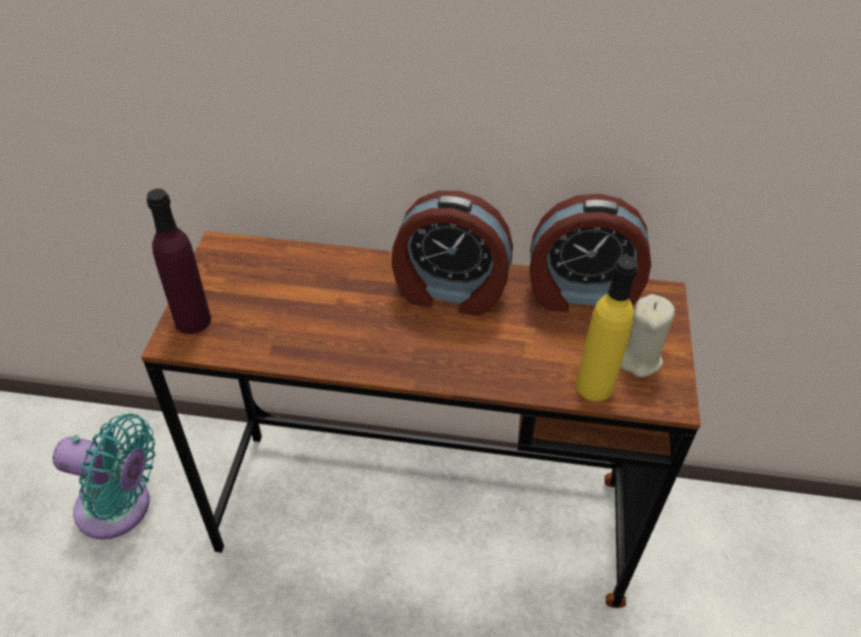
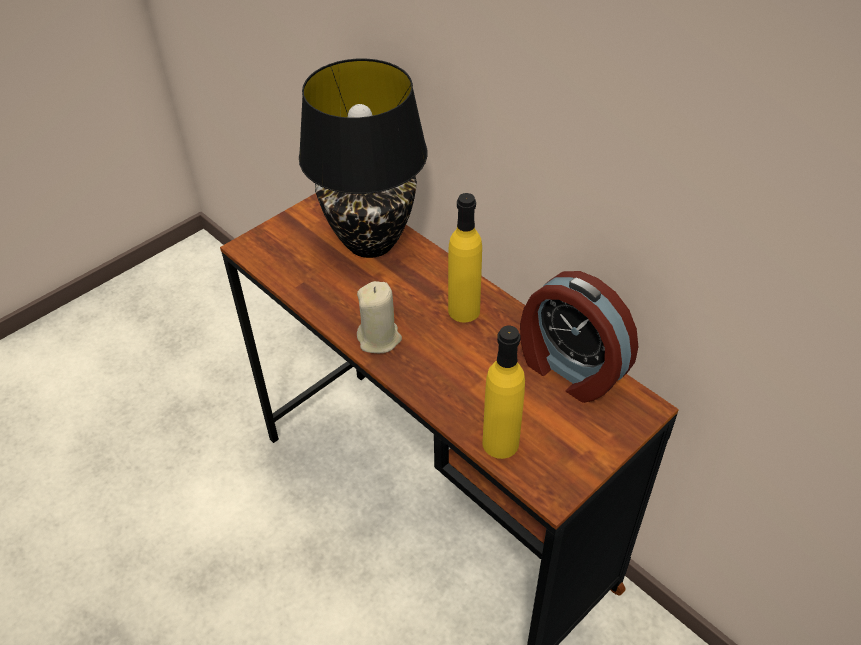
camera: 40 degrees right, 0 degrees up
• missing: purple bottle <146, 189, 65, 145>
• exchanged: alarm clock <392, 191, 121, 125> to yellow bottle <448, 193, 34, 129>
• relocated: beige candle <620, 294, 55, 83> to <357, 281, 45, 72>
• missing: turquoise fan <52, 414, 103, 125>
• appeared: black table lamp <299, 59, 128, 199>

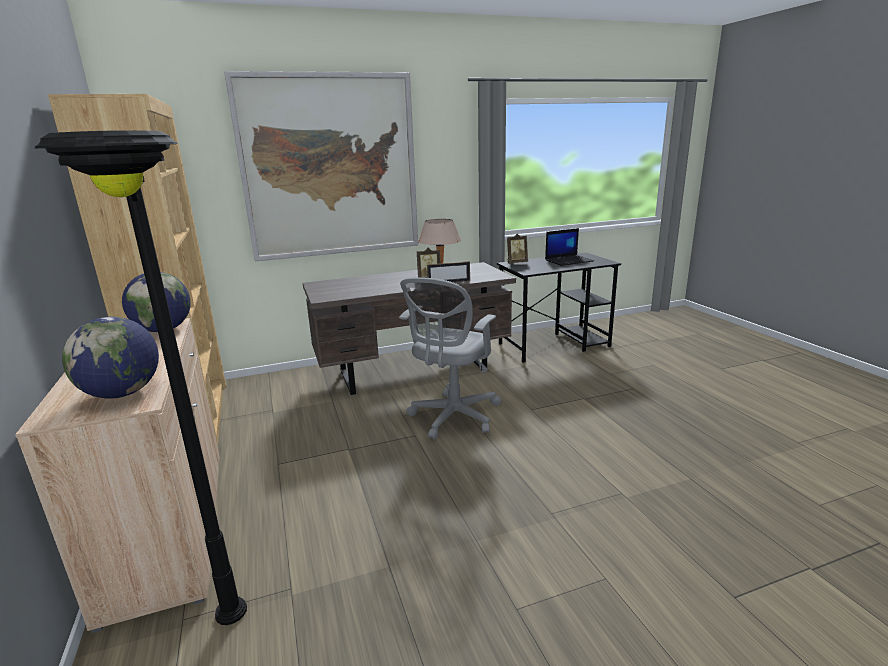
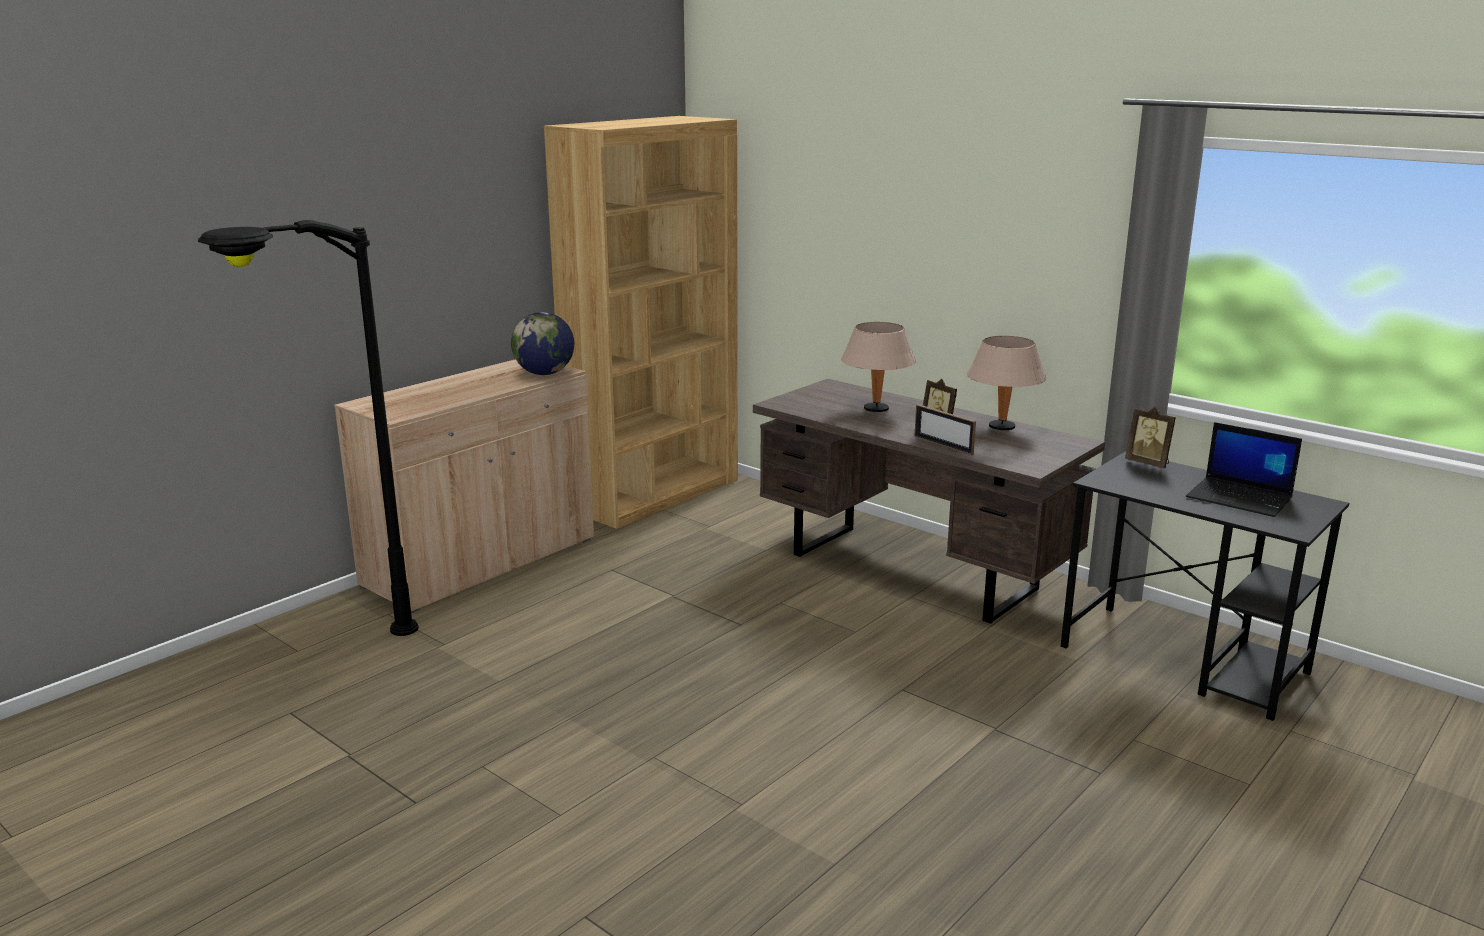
camera: 60 degrees right, 0 degrees up
• missing: picture <224, 71, 194, 191>
• missing: grey office chair <399, 277, 103, 163>
• missing: globe <62, 317, 97, 82>
• appeared: beige table lamp <841, 322, 75, 90>

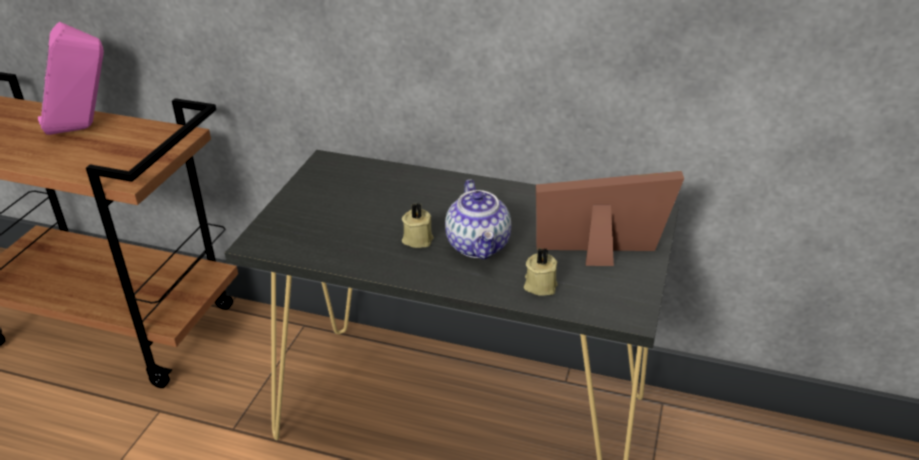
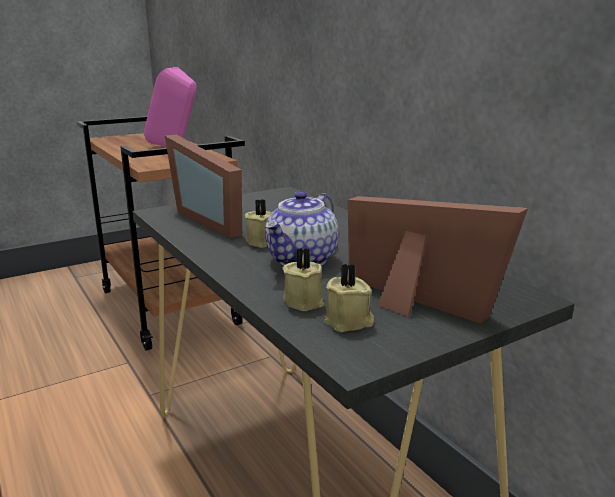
camera: 40 degrees right, 15 degrees down
• appeared: picture frame <165, 134, 77, 104>
• appeared: beige candle <324, 264, 50, 68>

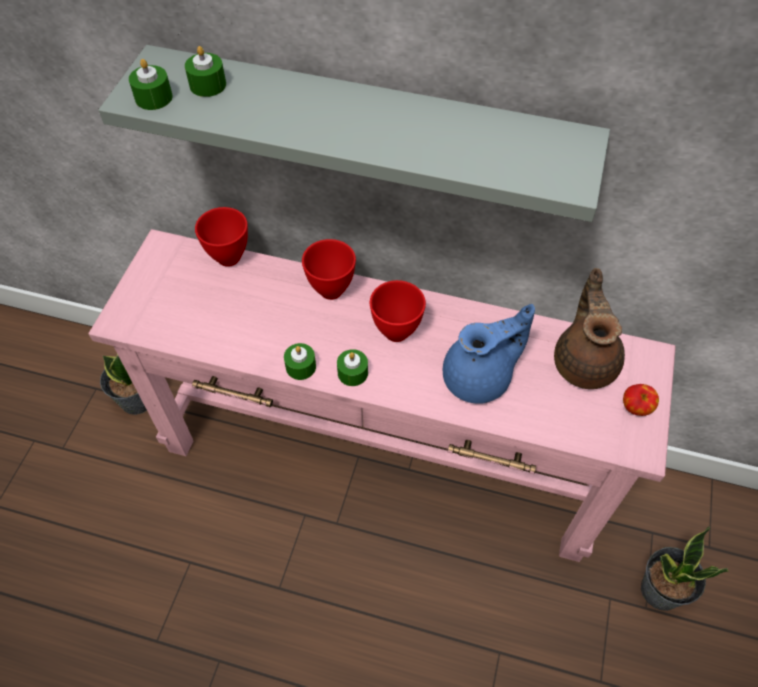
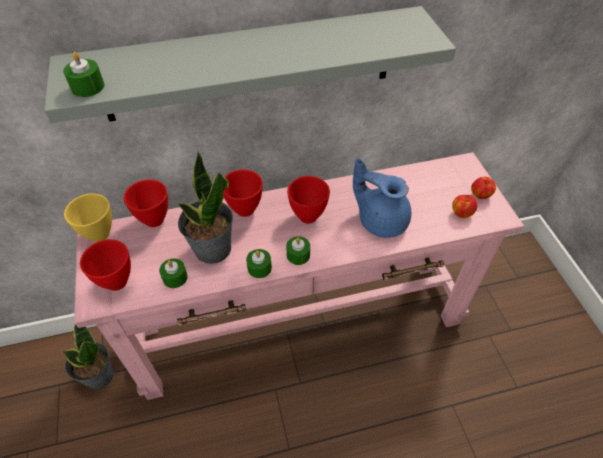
camera: 30 degrees left, 5 degrees down
• relocated: green candle <185, 46, 41, 51> to <159, 259, 29, 29>
• missing: brown teapot <554, 268, 71, 121>
• spun: blue teapot <443, 304, 92, 99> = <353, 158, 58, 80> 90 degrees counterclockwise
• relocated: potted plant <641, 526, 88, 85> to <177, 152, 56, 112>
• appeared: yellow bowl <64, 193, 48, 49>
• appeared: apple <452, 195, 25, 23>
• appeared: red bowl <80, 239, 51, 52>

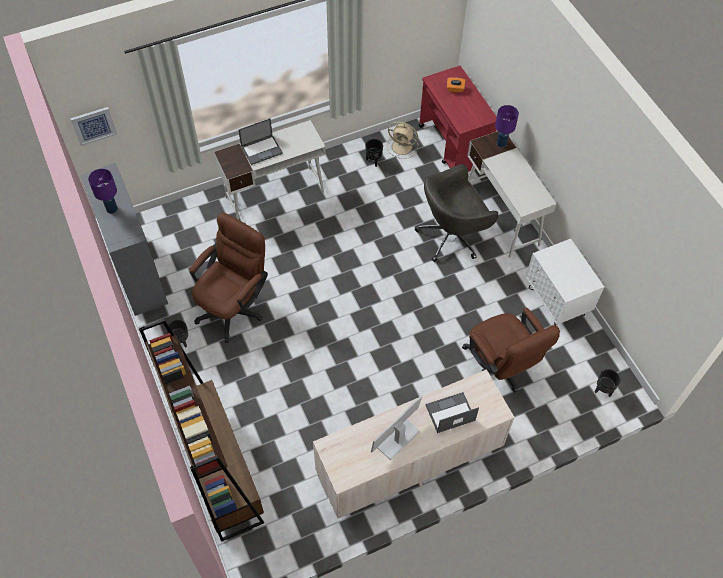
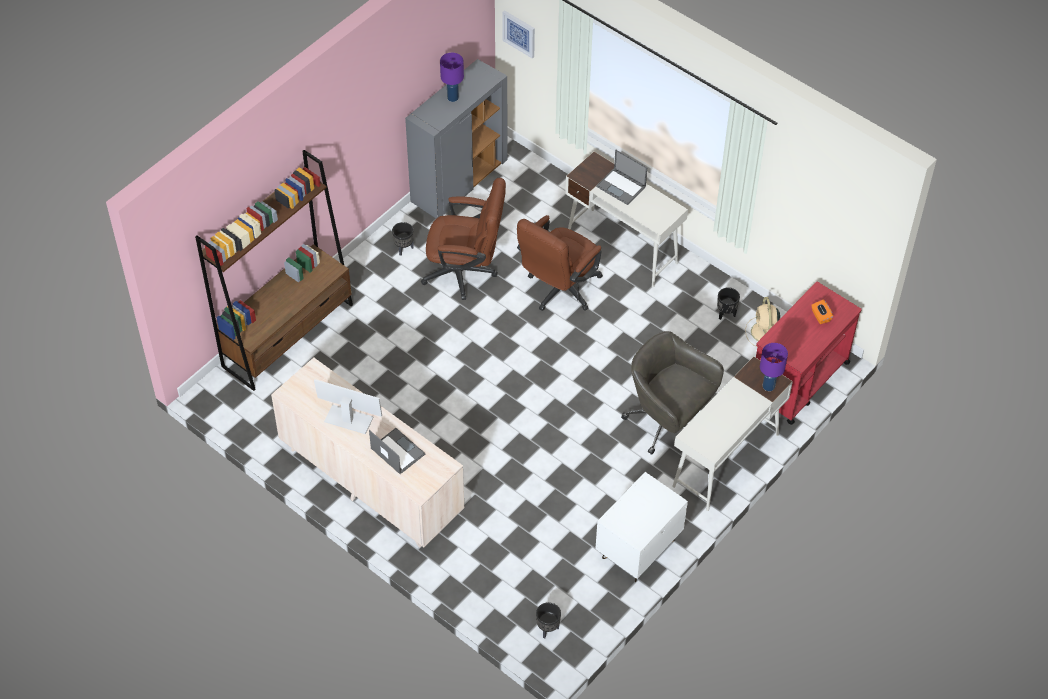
camera: 65 degrees right, 5 degrees down
• relocated: brown office chair <462, 308, 98, 84> to <517, 215, 86, 96>

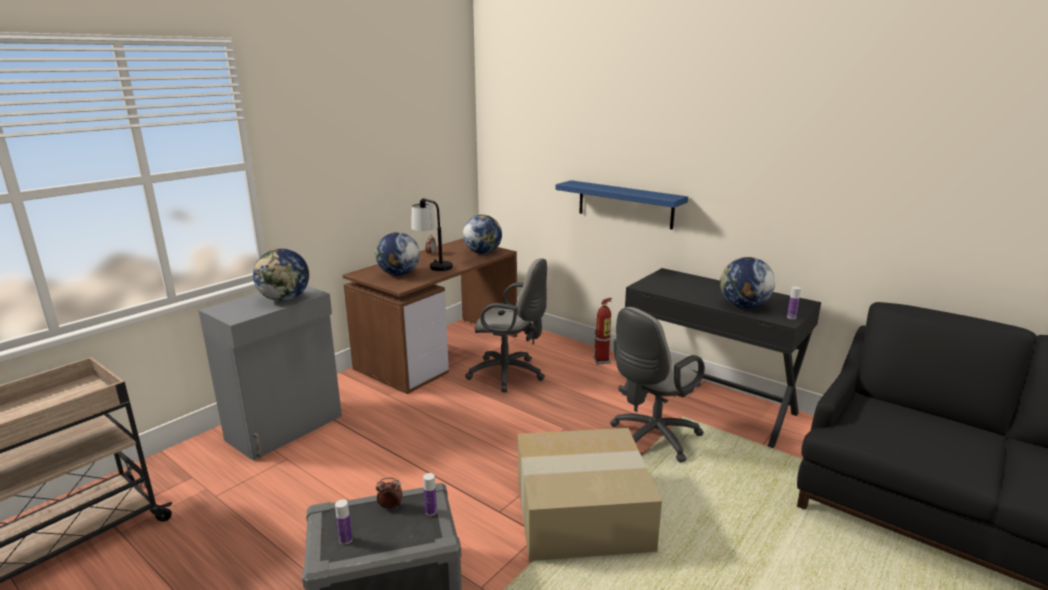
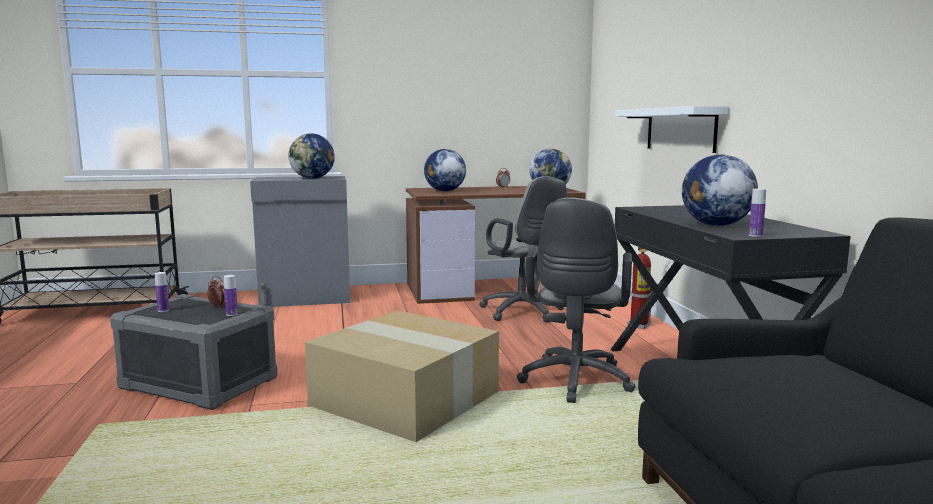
camera: 40 degrees right, 10 degrees down
• colour: blue shelf <556, 180, 132, 50> to white shelf <615, 106, 114, 47>
• missing: table lamp <411, 198, 42, 73>
• spun: grey office chair <610, 307, 95, 156> = <517, 197, 119, 206> 75 degrees counterclockwise

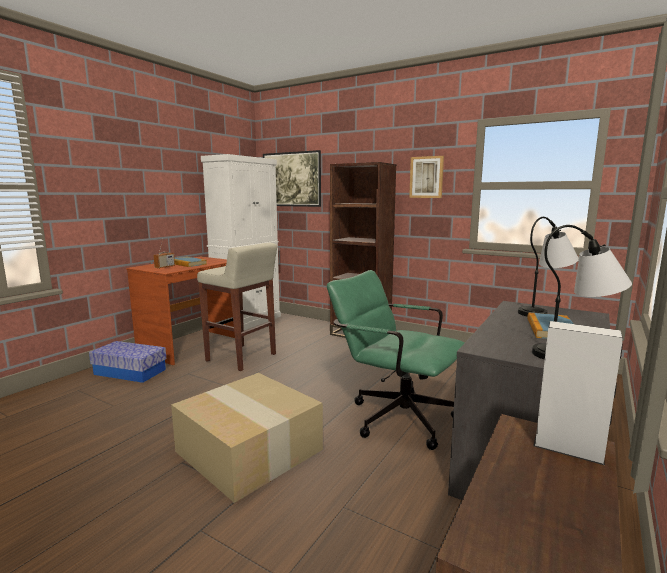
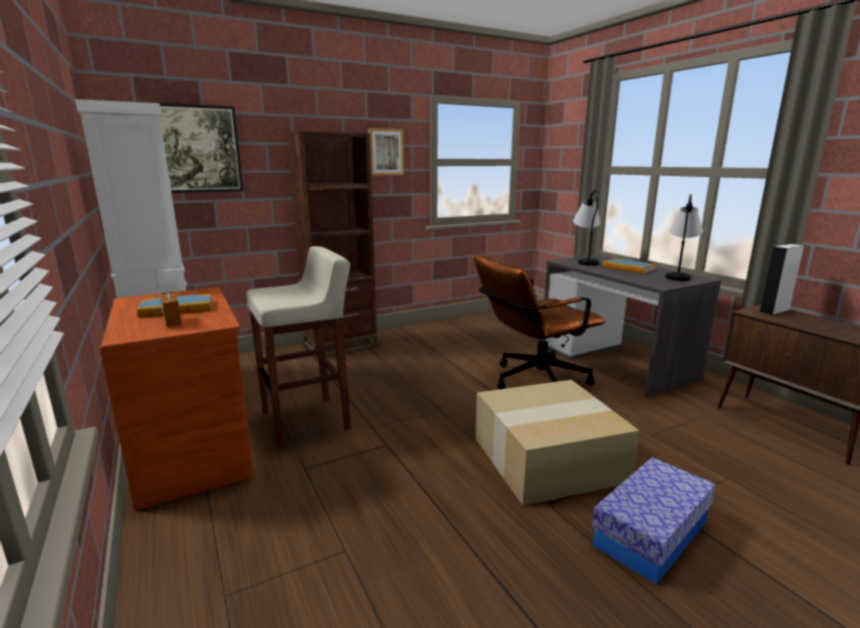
camera: 60 degrees left, 5 degrees up
• colour: green office chair <327, 270, 137, 180> to brown office chair <474, 255, 131, 134>
• relocated: storage box <89, 341, 77, 42> to <592, 457, 124, 128>

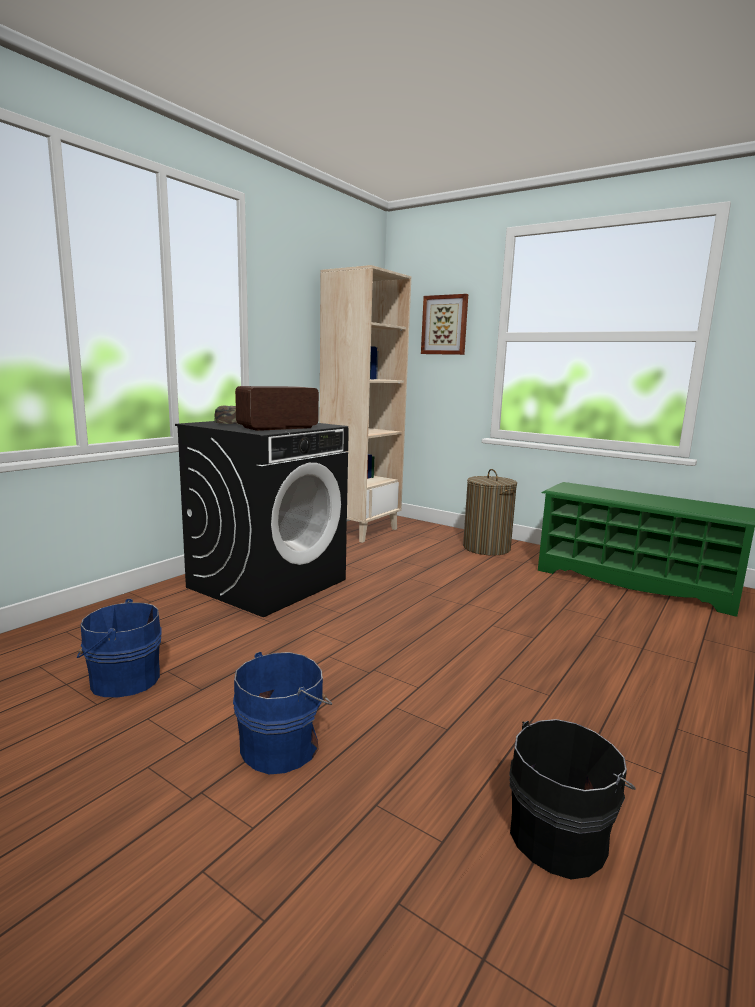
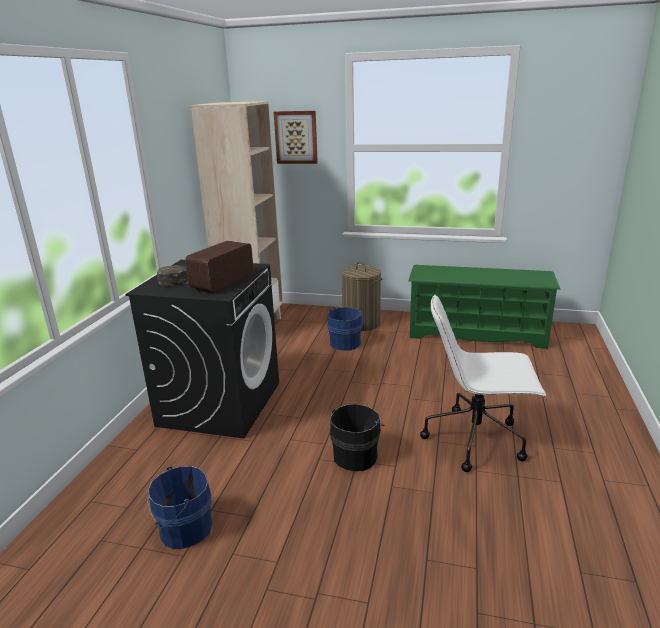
camera: 20 degrees left, 10 degrees up
• relocated: blue bucket <233, 652, 99, 122> to <327, 307, 39, 44>
• relocated: black bucket <509, 719, 127, 160> to <330, 404, 55, 67>
• appeared: white office chair <420, 294, 126, 178>

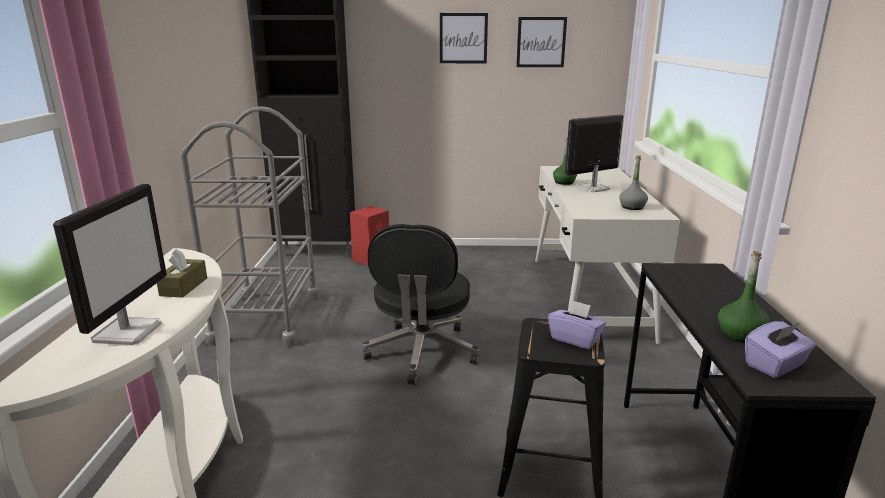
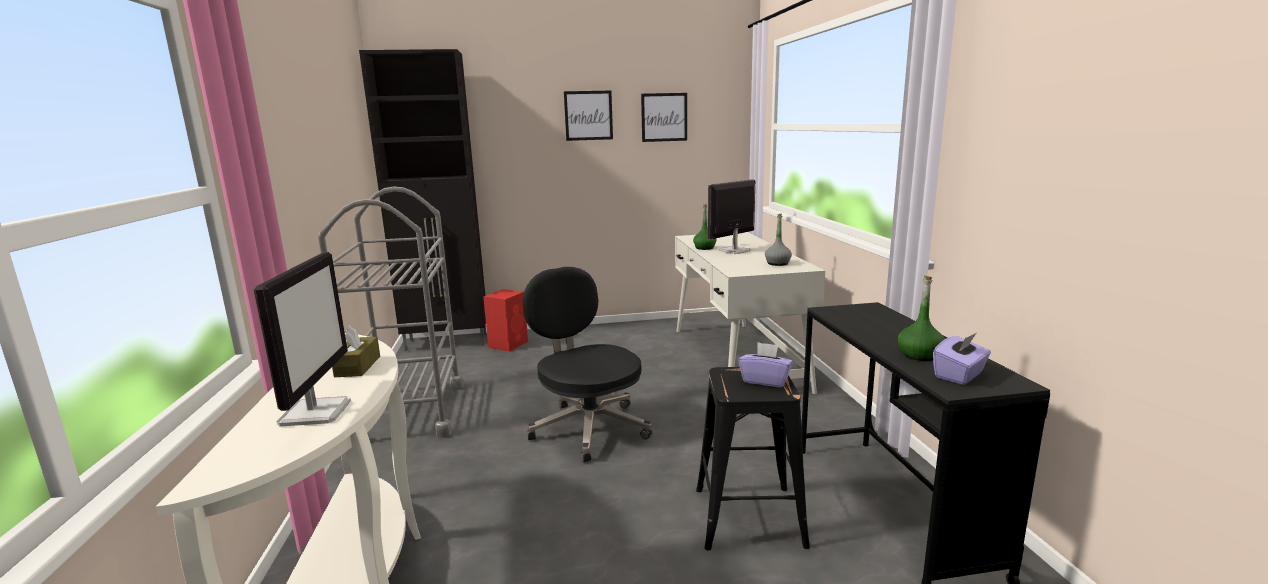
camera: 10 degrees left, 5 degrees down
• spun: black office chair <362, 224, 118, 161> = <523, 267, 129, 195> 150 degrees clockwise

